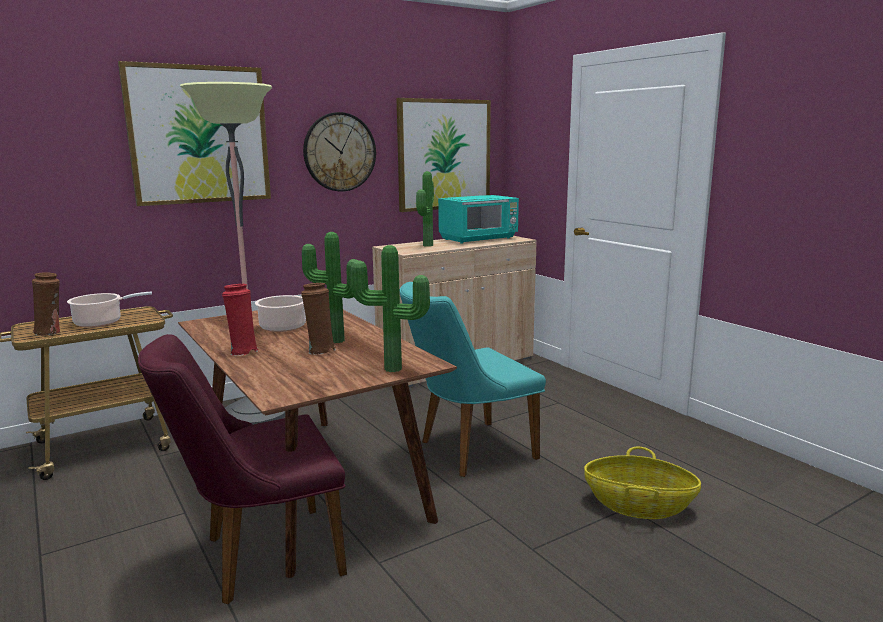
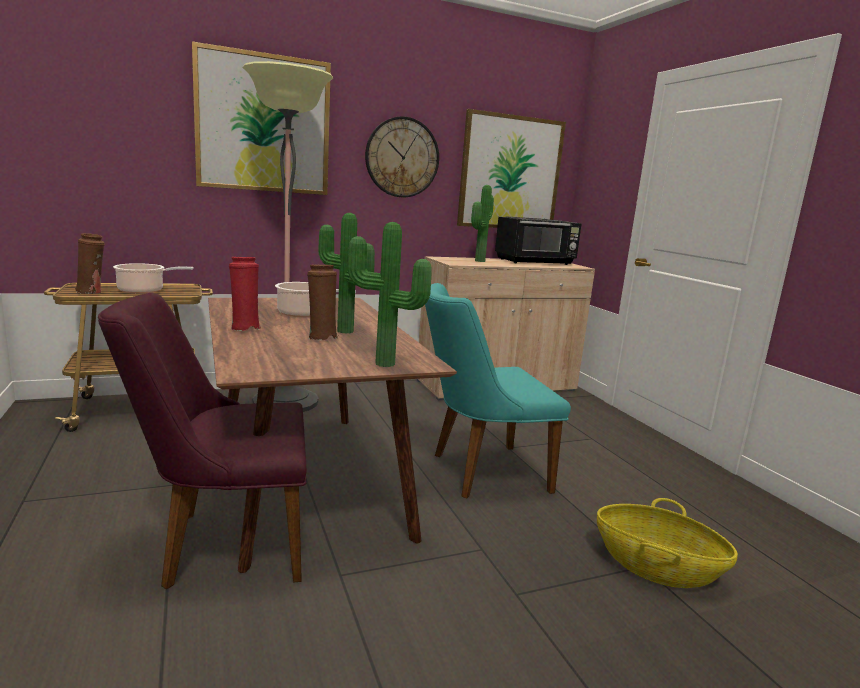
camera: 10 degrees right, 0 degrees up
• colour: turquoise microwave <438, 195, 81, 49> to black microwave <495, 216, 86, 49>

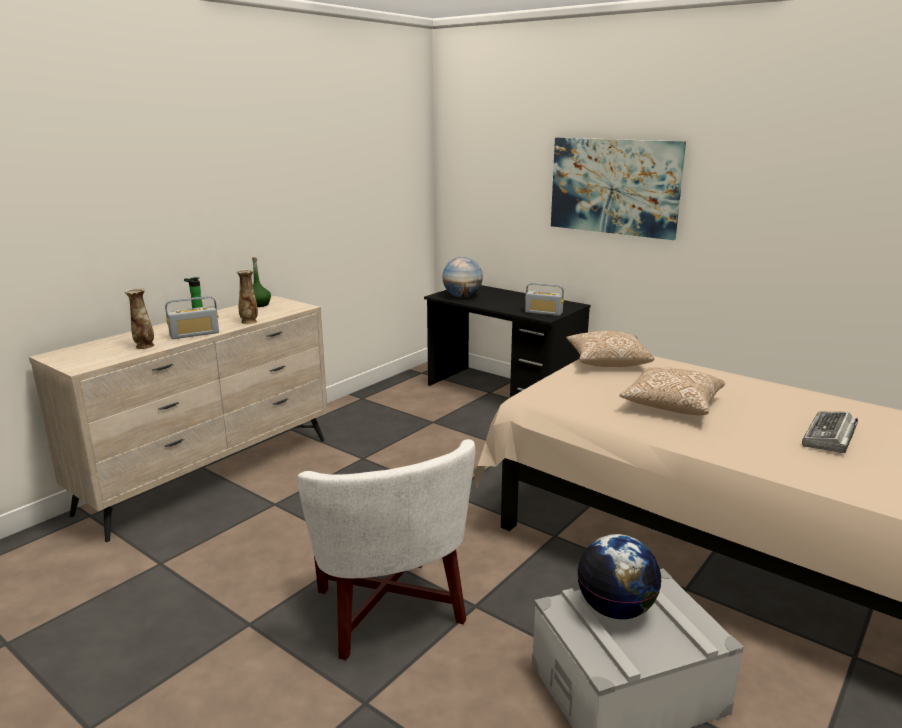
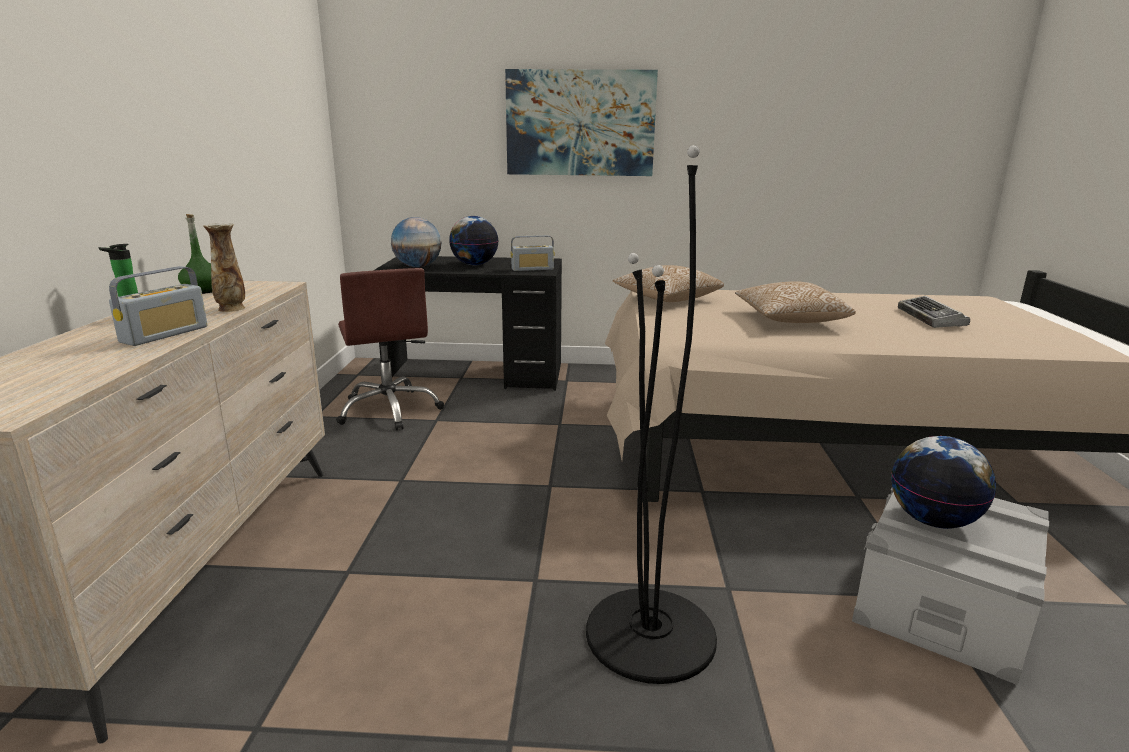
camera: 35 degrees left, 0 degrees up
• missing: vase <125, 288, 29, 61>
• exchanged: white armchair <297, 439, 178, 221> to black floor lamp <586, 145, 131, 539>
• appeared: globe <449, 216, 50, 49>
• appeared: brown office chair <336, 268, 108, 162>

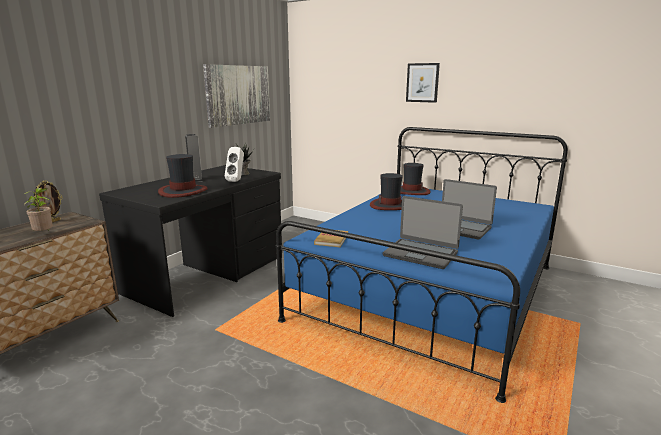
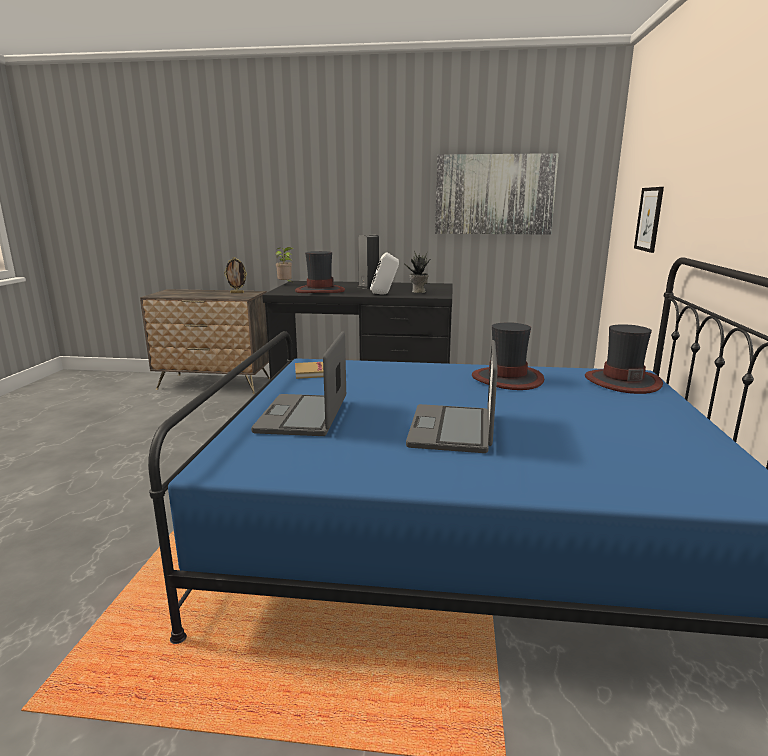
camera: 65 degrees right, 0 degrees up
• relocated: picture <406, 63, 34, 40> to <634, 187, 30, 66>
• relocated: potted plant <24, 188, 29, 43> to <275, 247, 18, 35>

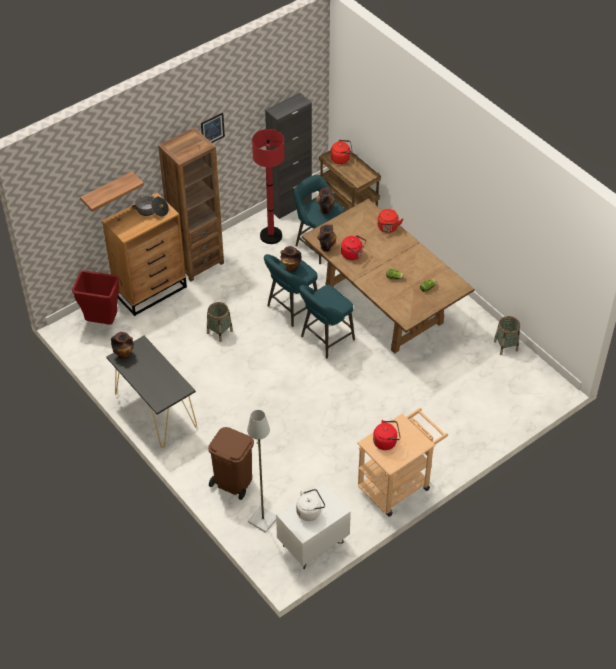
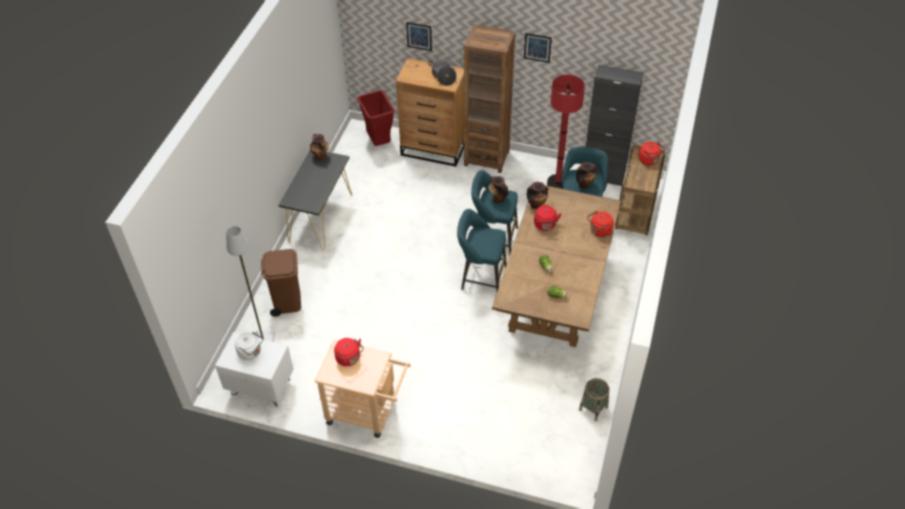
camera: 55 degrees right, 0 degrees up
• exchanged: shelf <80, 171, 64, 41> to picture <406, 22, 26, 29>
• missing: basket <207, 302, 26, 40>

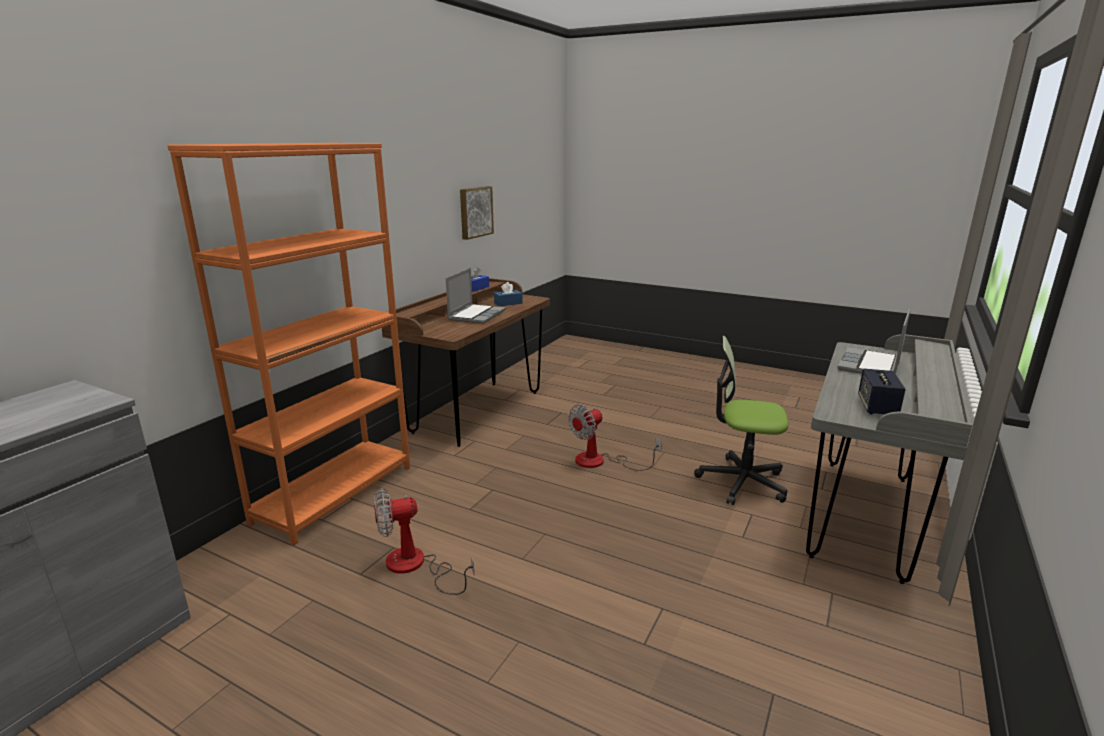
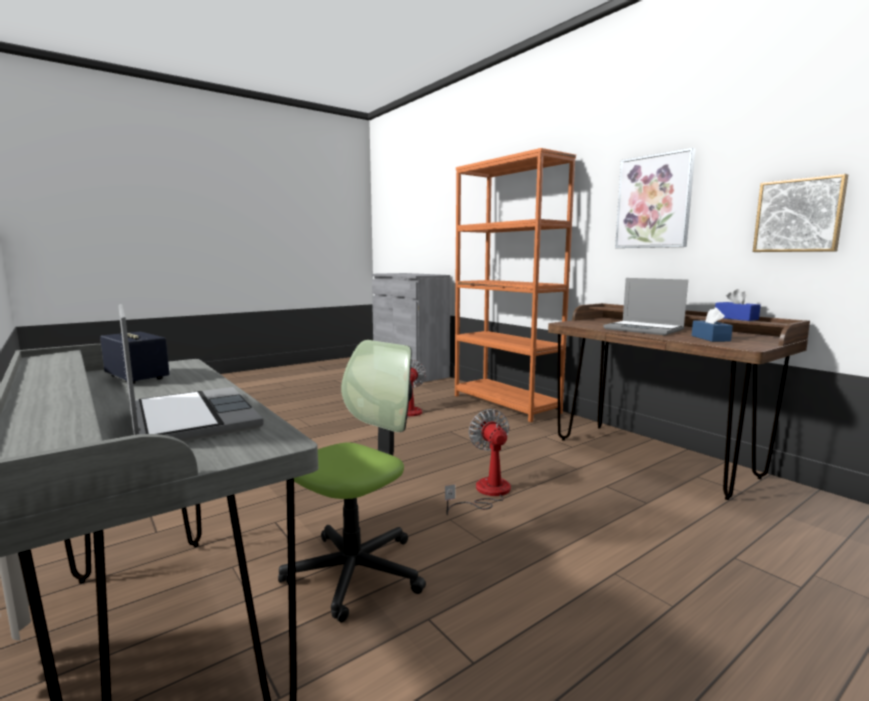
camera: 115 degrees right, 10 degrees down
• appeared: picture <615, 148, 81, 100>

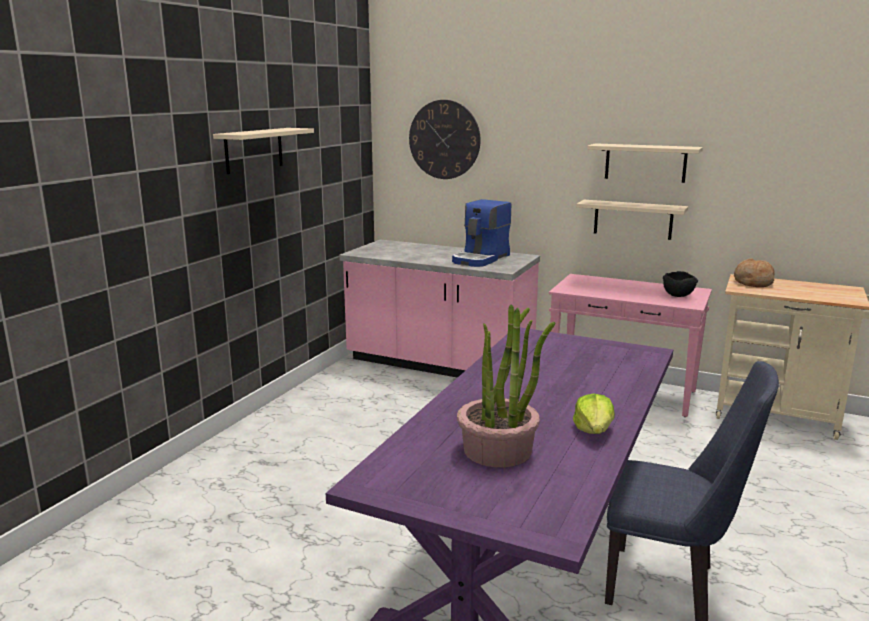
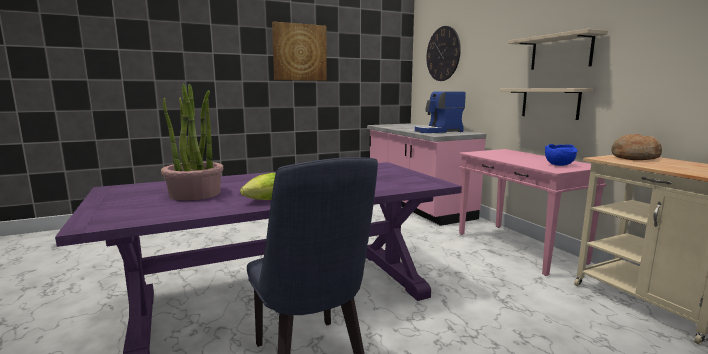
camera: 40 degrees right, 5 degrees down
• exchanged: beige shelf <213, 128, 101, 46> to picture <272, 21, 55, 60>
• colour: black bowl <663, 271, 35, 26> to blue bowl <545, 144, 33, 22>

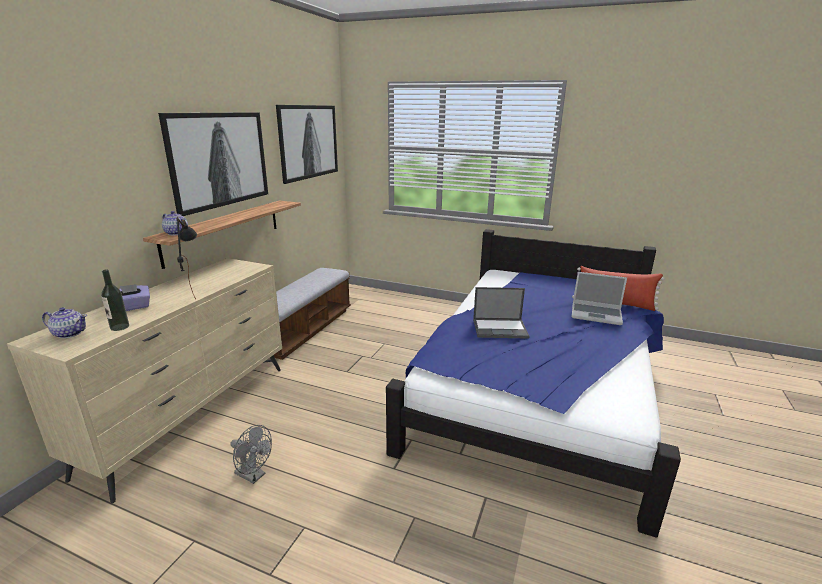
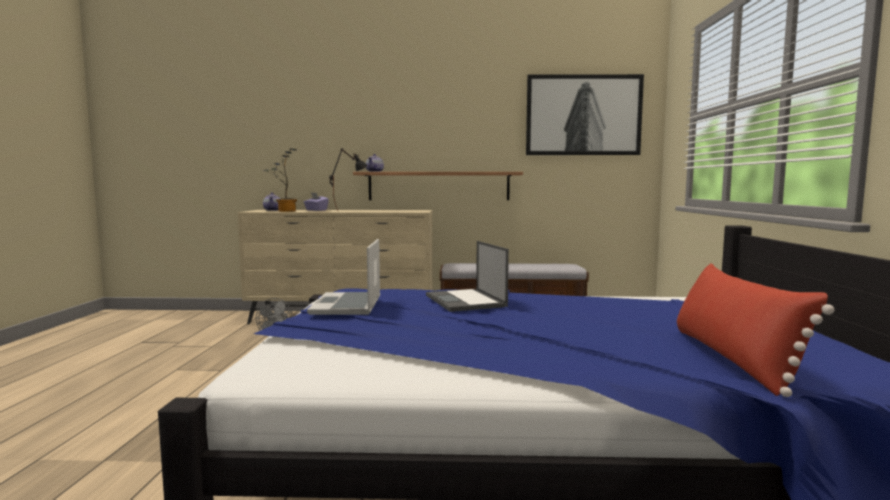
camera: 70 degrees right, 15 degrees down
• missing: picture <158, 112, 110, 104>
• exchanged: bottle <101, 269, 28, 62> to potted plant <263, 149, 34, 63>
• relocated: laptop <572, 272, 55, 53> to <307, 239, 73, 76>

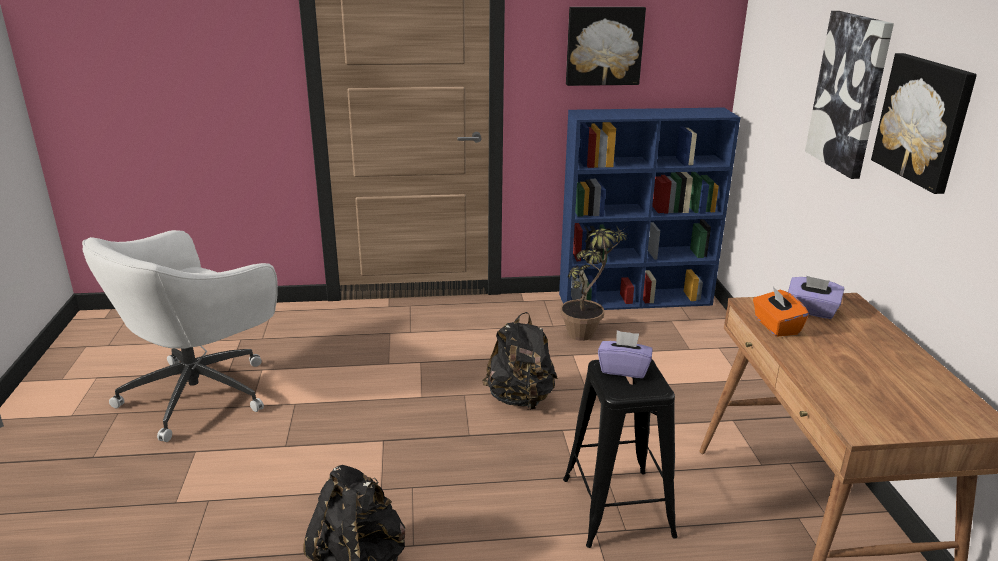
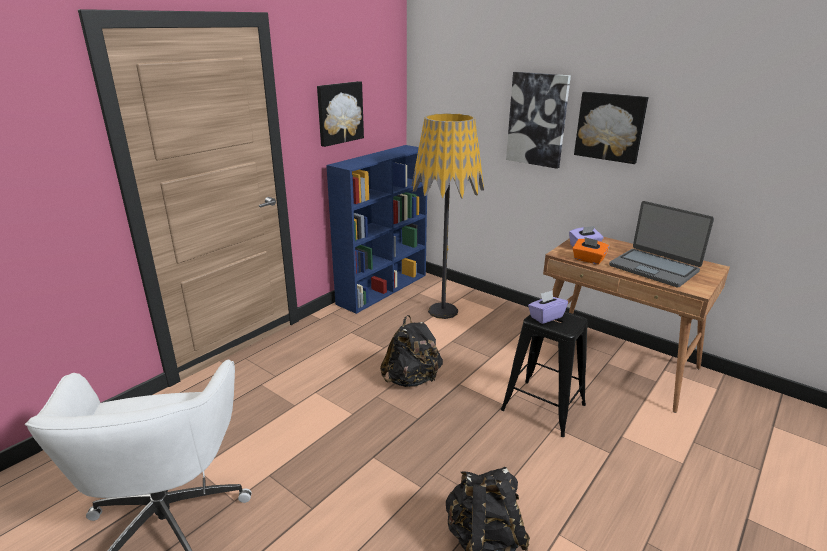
camera: 45 degrees left, 0 degrees up
• missing: potted plant <560, 225, 68, 116>
• appeared: floor lamp <412, 113, 72, 206>
• appeared: laptop <609, 201, 105, 87>

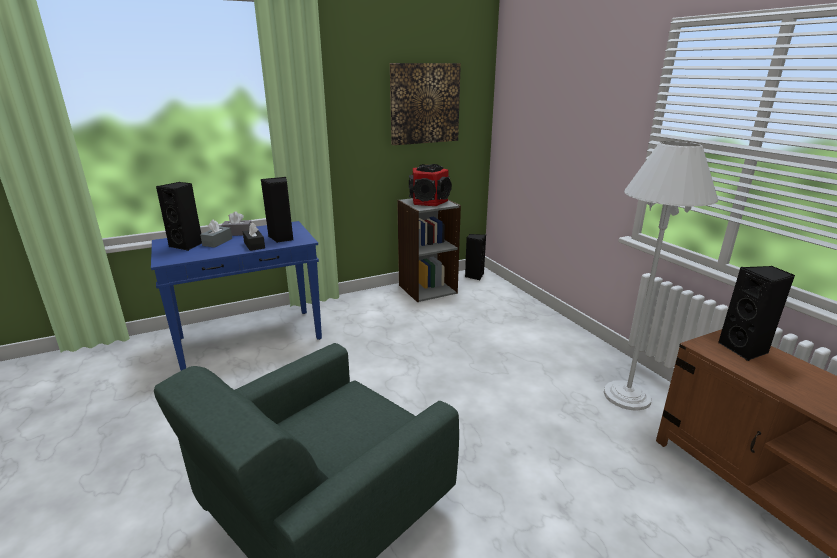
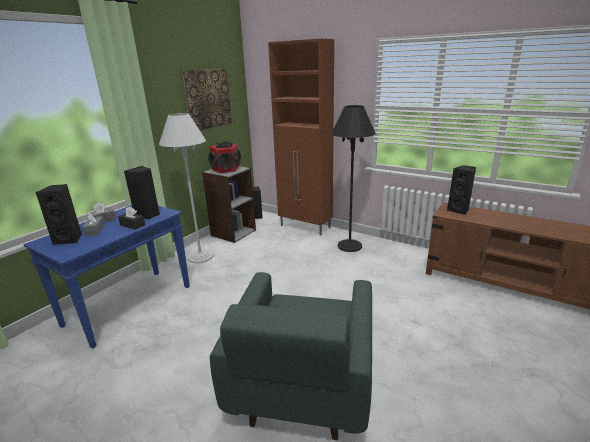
camera: 30 degrees left, 0 degrees up
• relocated: white floor lamp <604, 141, 114, 270> to <159, 113, 55, 150>
• appeared: brown cabinet <268, 39, 66, 197>
• appeared: black floor lamp <331, 105, 45, 147>

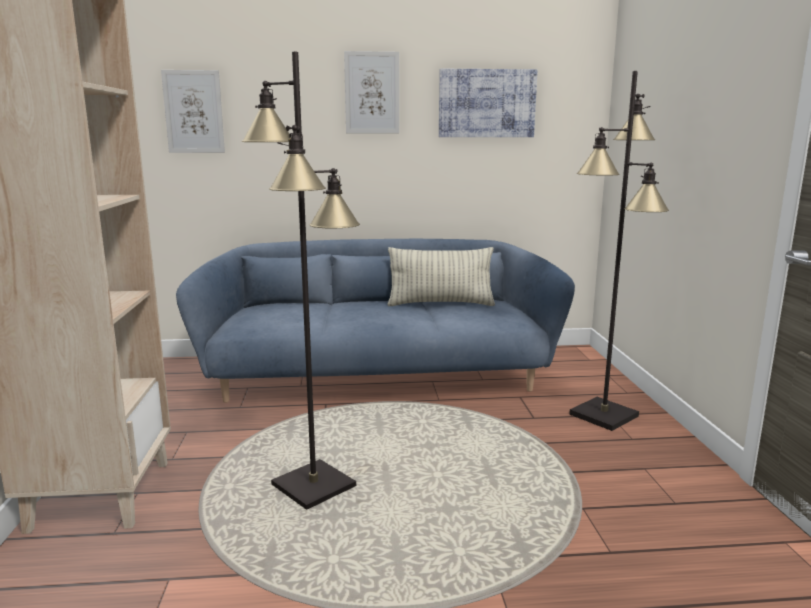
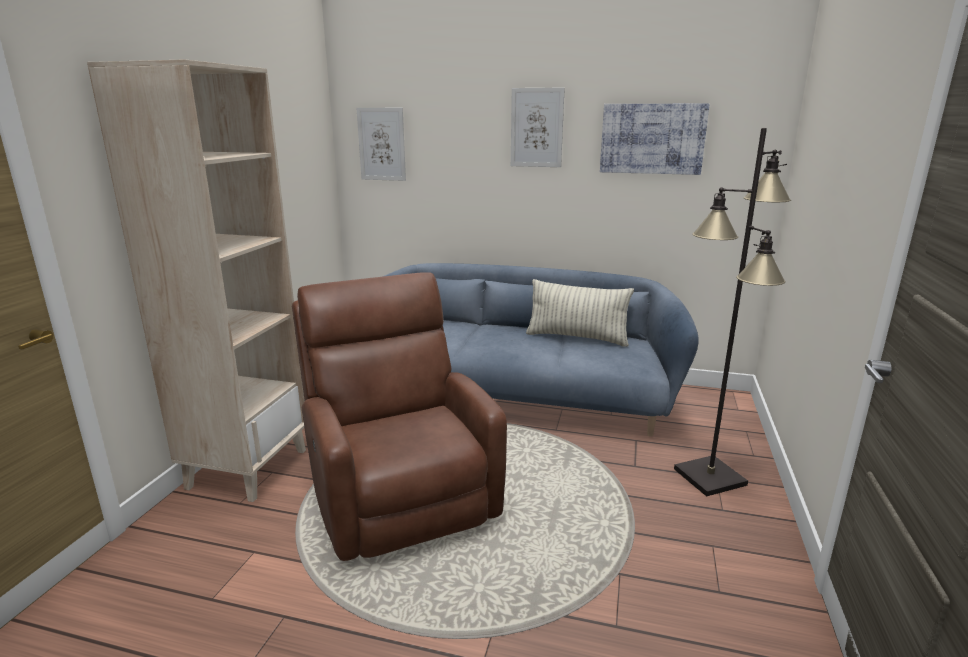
camera: 20 degrees right, 5 degrees up
• exchanged: black floor lamp <241, 51, 119, 459> to brown armchair <292, 272, 215, 289>

